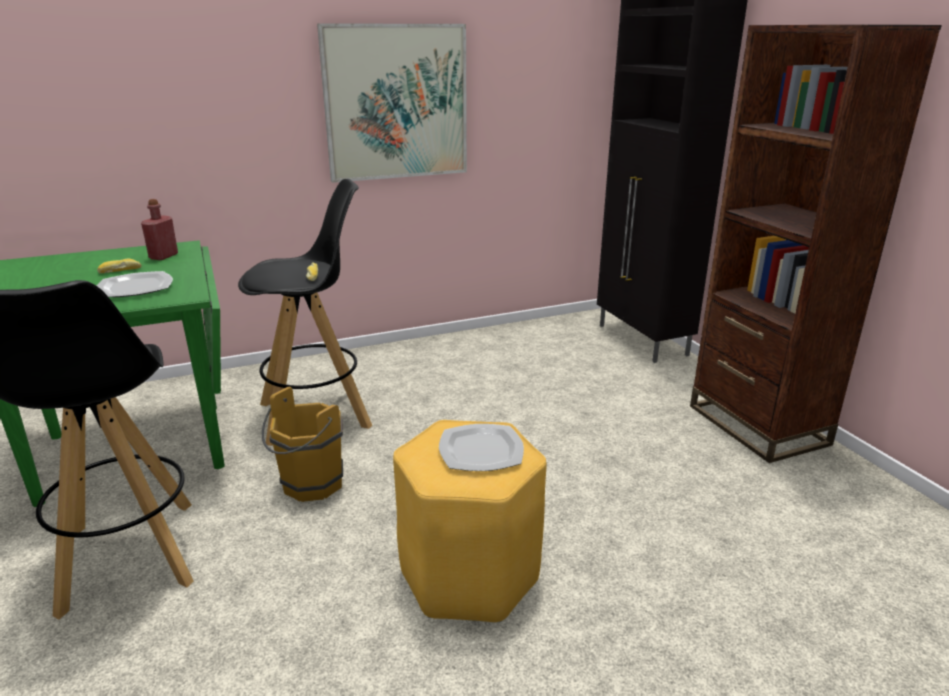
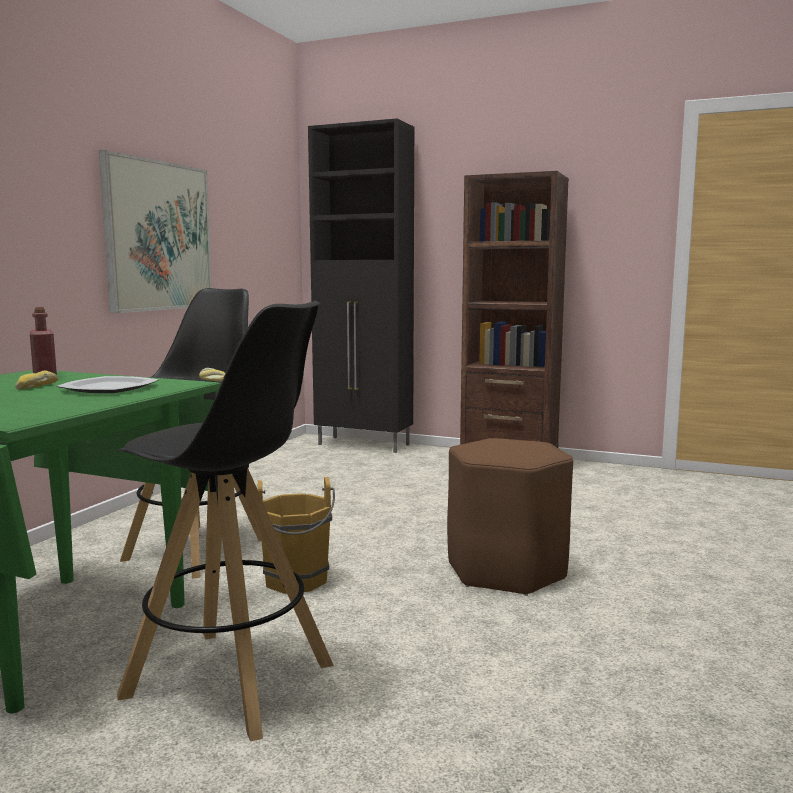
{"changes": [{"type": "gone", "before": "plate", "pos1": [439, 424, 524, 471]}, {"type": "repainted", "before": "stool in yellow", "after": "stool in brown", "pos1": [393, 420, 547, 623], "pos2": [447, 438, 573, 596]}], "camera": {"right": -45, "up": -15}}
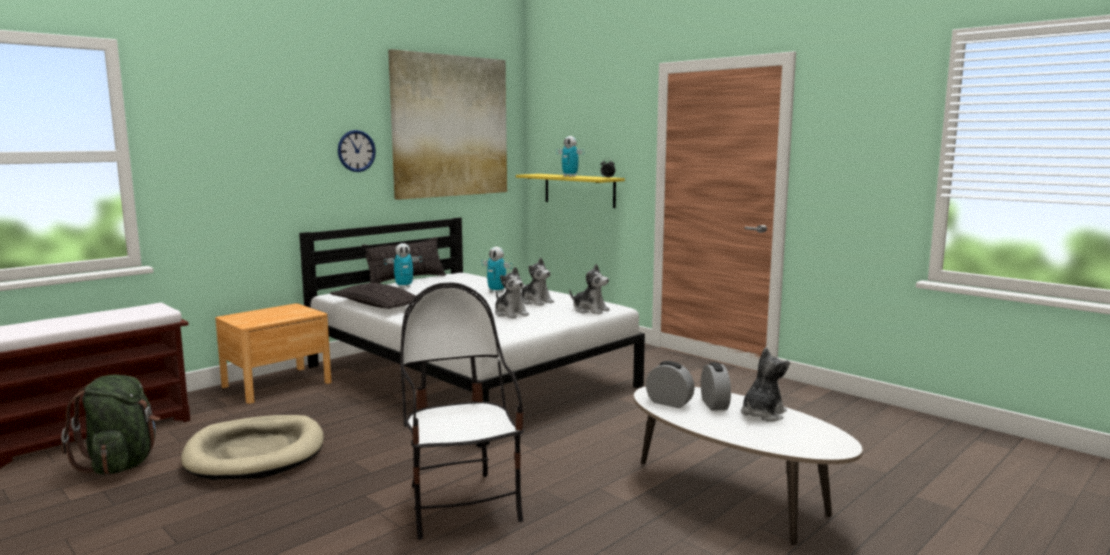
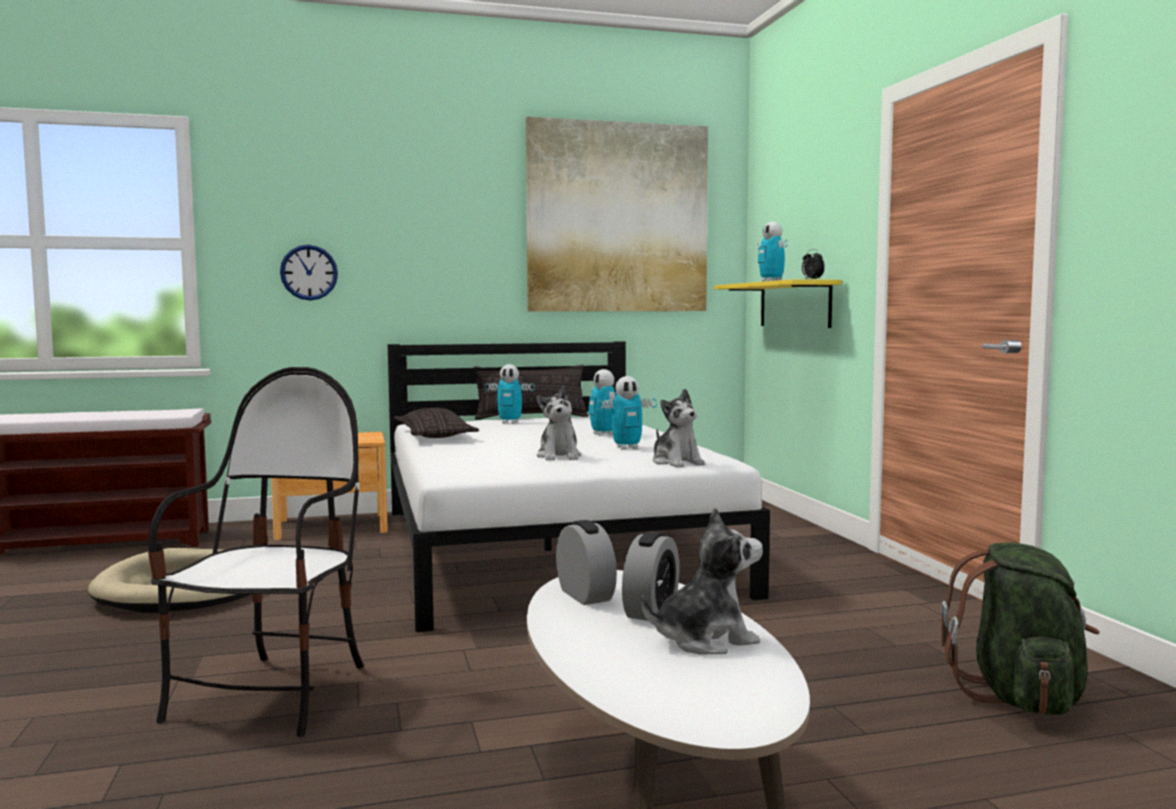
{"changes": [{"type": "shifted", "before": "backpack in green", "pos1": [61, 375, 160, 475], "pos2": [941, 542, 1100, 715]}, {"type": "shifted", "before": "wall clock", "pos1": [338, 130, 376, 172], "pos2": [280, 245, 338, 300]}, {"type": "swapped", "before": "plush toy", "after": "toy robot", "pos1": [521, 258, 554, 306], "pos2": [597, 376, 657, 450]}], "camera": {"right": 30, "up": -5}}
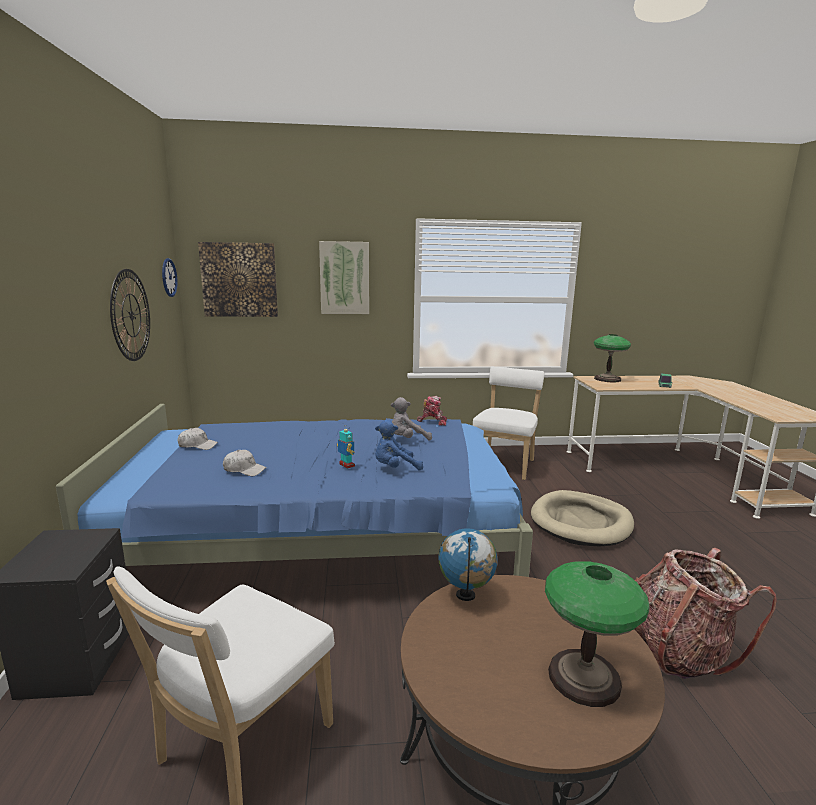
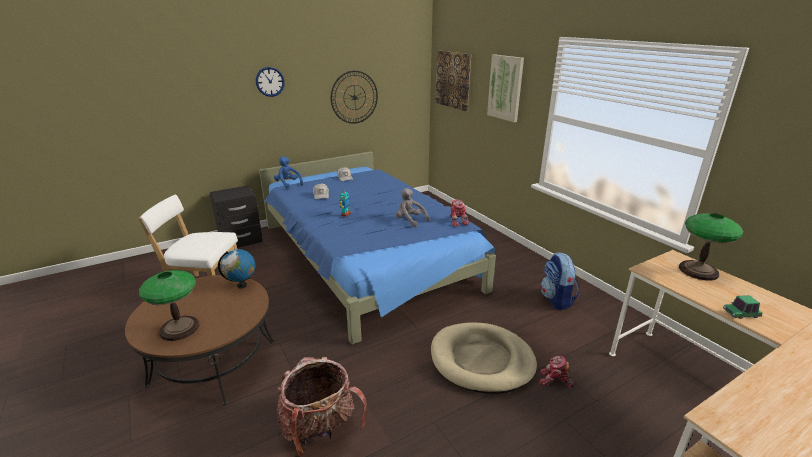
{"changes": [{"type": "new", "after": "toy robot", "pos2": [540, 356, 574, 388]}, {"type": "shifted", "before": "wall clock", "pos1": [162, 258, 178, 297], "pos2": [256, 67, 285, 97]}, {"type": "shifted", "before": "plush toy in blue", "pos1": [375, 420, 423, 470], "pos2": [274, 156, 303, 189]}, {"type": "swapped", "before": "chair in white", "after": "backpack", "pos1": [473, 366, 545, 480], "pos2": [540, 252, 580, 310]}], "camera": {"right": 65, "up": 10}}
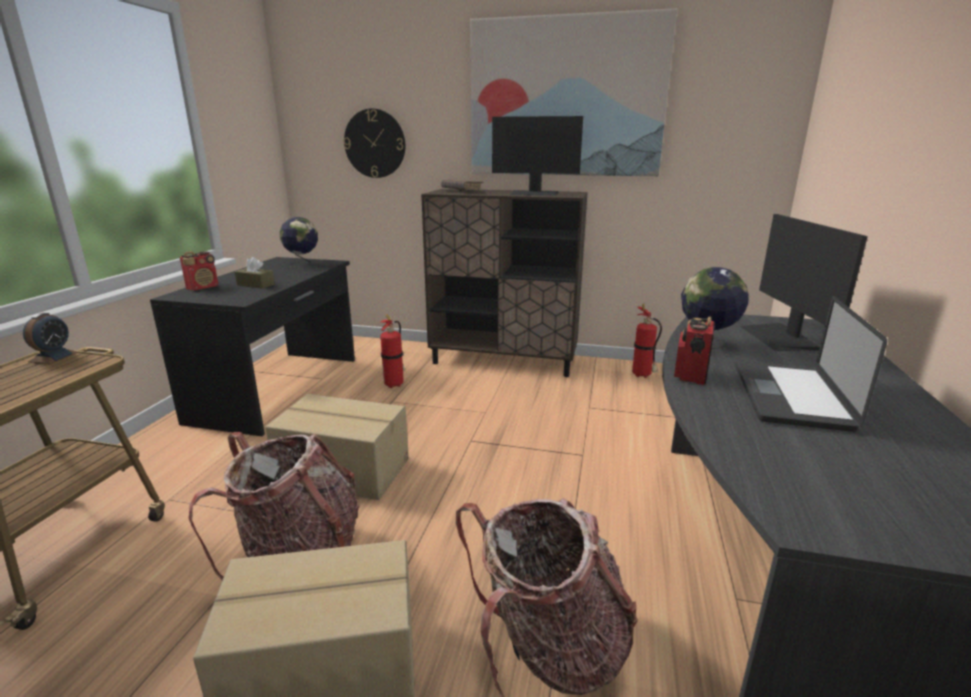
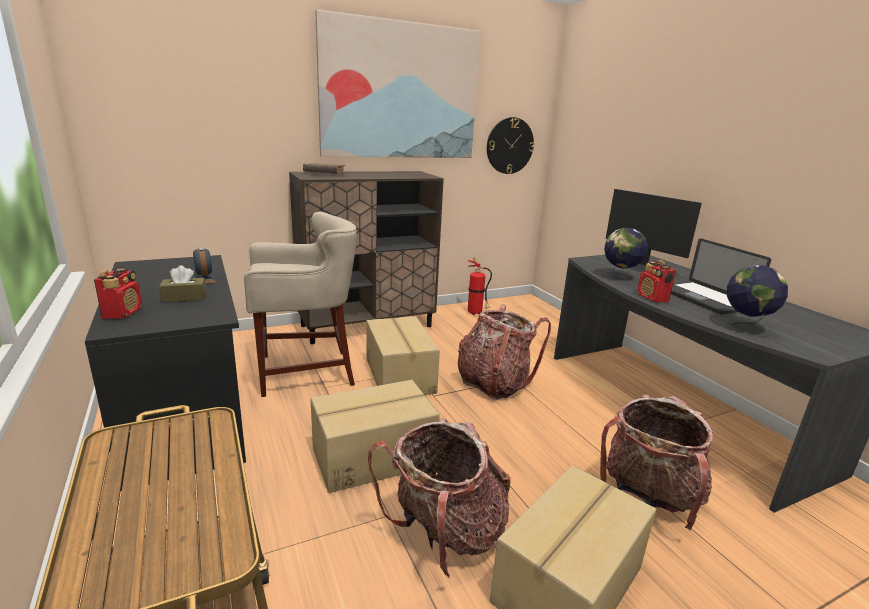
{"changes": [{"type": "gone", "before": "monitor", "pos1": [492, 116, 583, 196]}, {"type": "new", "after": "cardboard box", "pos2": [367, 316, 440, 395]}, {"type": "new", "after": "backpack", "pos2": [458, 304, 551, 400]}, {"type": "shifted", "before": "alarm clock", "pos1": [23, 313, 78, 364], "pos2": [193, 247, 216, 284]}, {"type": "shifted", "before": "globe", "pos1": [280, 217, 318, 267], "pos2": [727, 265, 788, 337]}, {"type": "shifted", "before": "wall clock", "pos1": [343, 108, 405, 178], "pos2": [487, 117, 534, 174]}, {"type": "swapped", "before": "fire extinguisher", "after": "stool in beige", "pos1": [380, 314, 405, 388], "pos2": [244, 211, 357, 397]}], "camera": {"right": -40, "up": 0}}
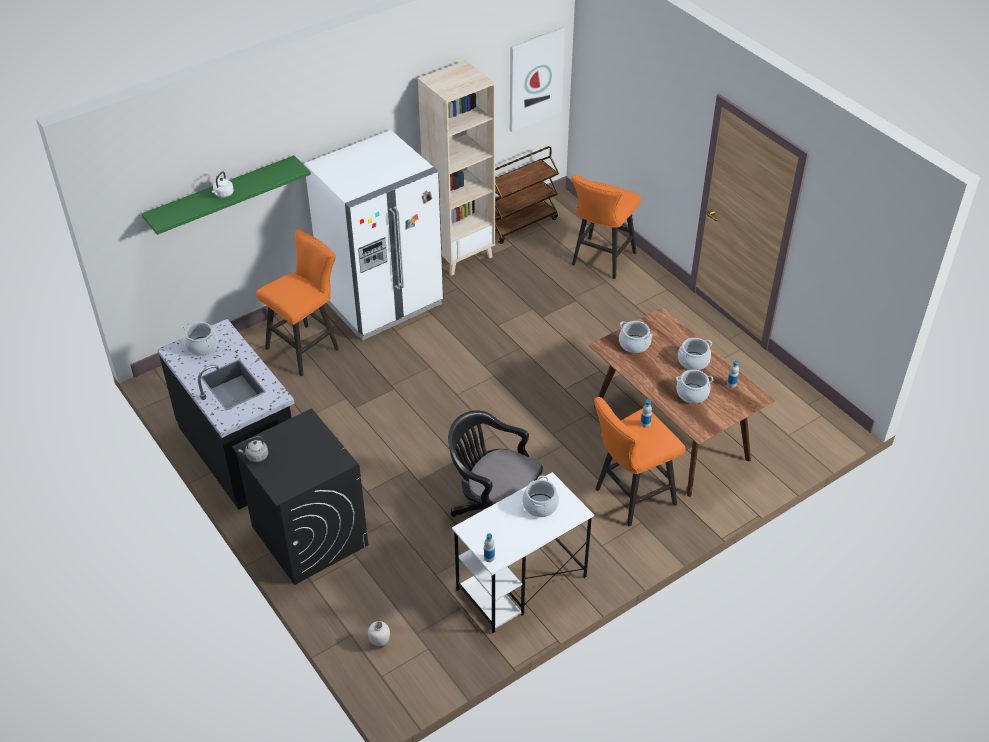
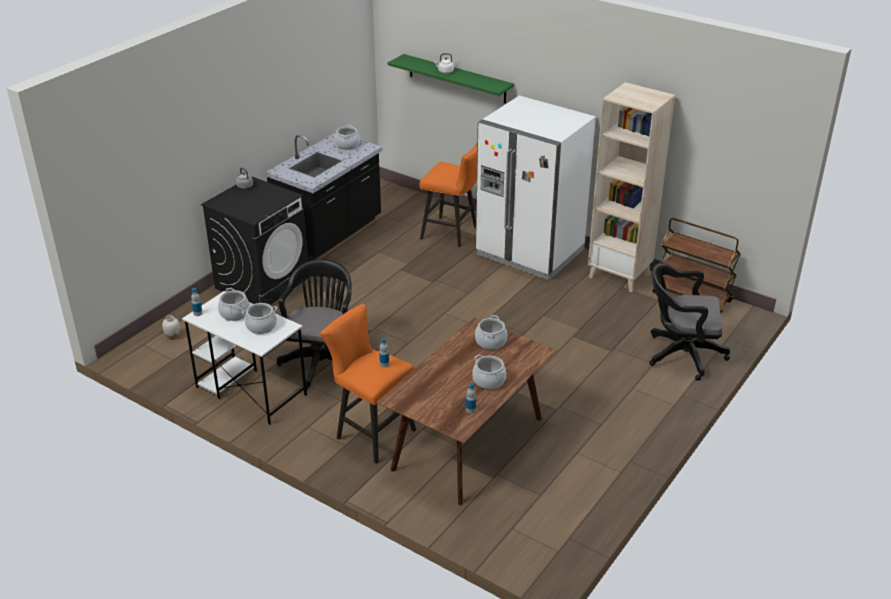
{"changes": [{"type": "gone", "before": "picture", "pos1": [510, 27, 565, 132]}, {"type": "shifted", "before": "cooking pot", "pos1": [676, 369, 713, 404], "pos2": [218, 288, 250, 321]}, {"type": "swapped", "before": "stool in orange", "after": "office chair in black", "pos1": [572, 175, 641, 279], "pos2": [649, 263, 730, 381]}], "camera": {"right": 70, "up": -10}}
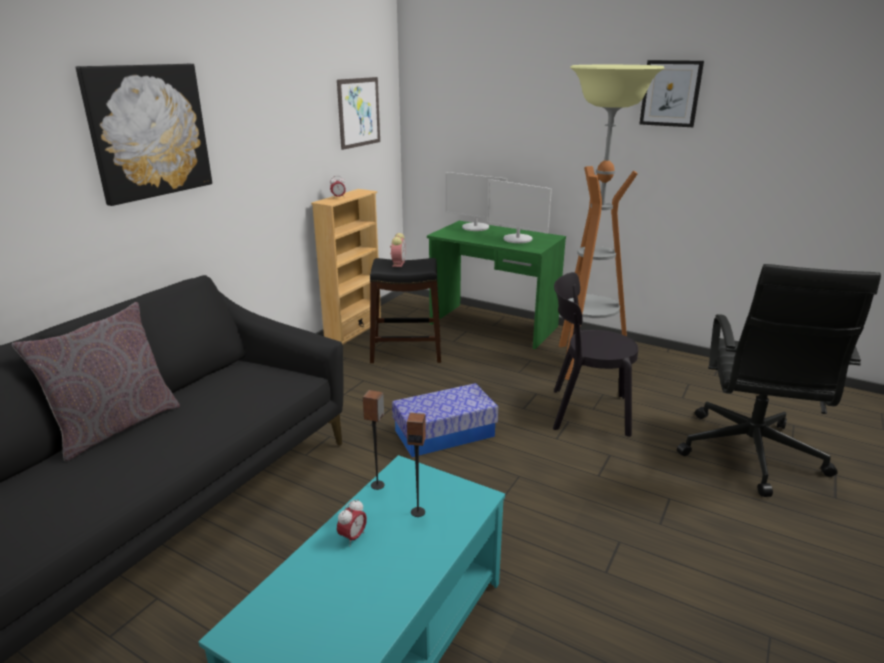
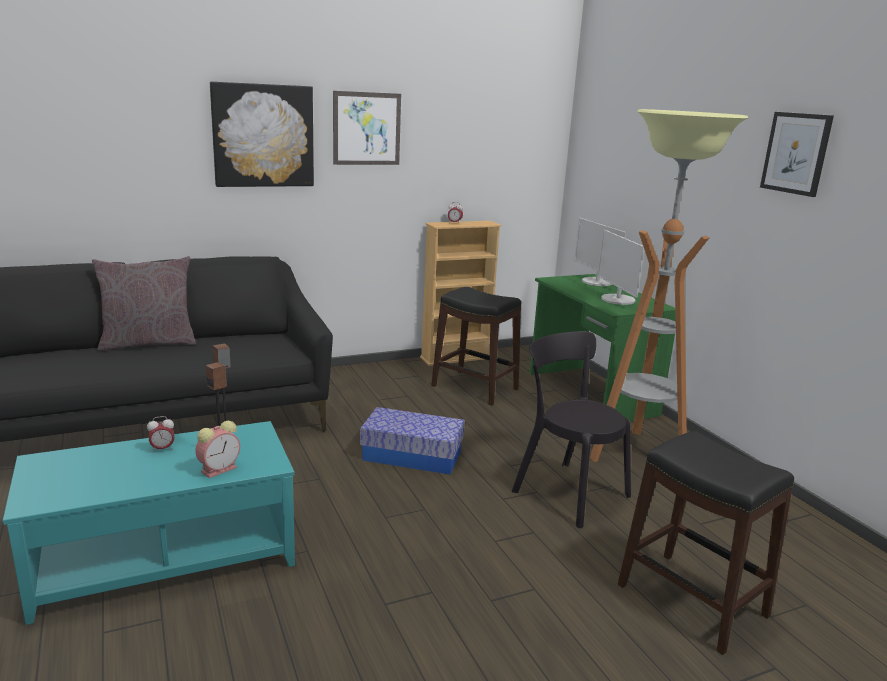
{"changes": [{"type": "shifted", "before": "picture", "pos1": [337, 77, 380, 150], "pos2": [333, 91, 401, 165]}, {"type": "shifted", "before": "alarm clock", "pos1": [390, 233, 406, 267], "pos2": [195, 421, 240, 478]}, {"type": "swapped", "before": "office chair in black", "after": "stool in black", "pos1": [677, 264, 881, 497], "pos2": [618, 431, 794, 655]}], "camera": {"right": 35, "up": -5}}
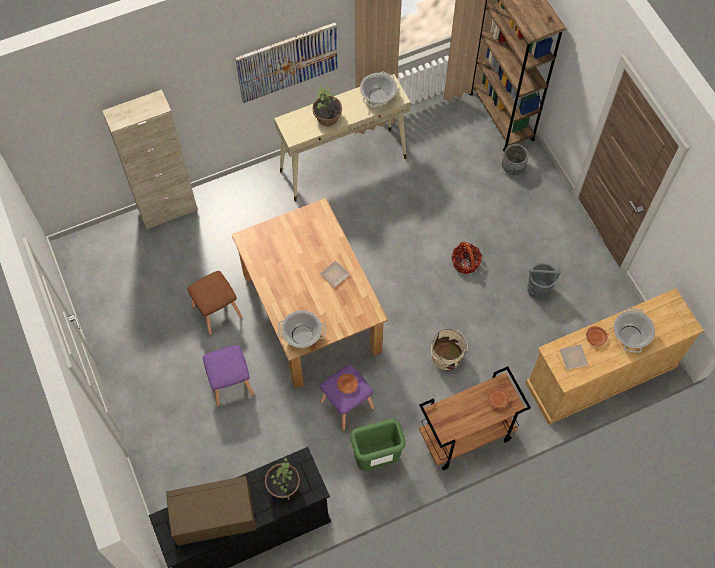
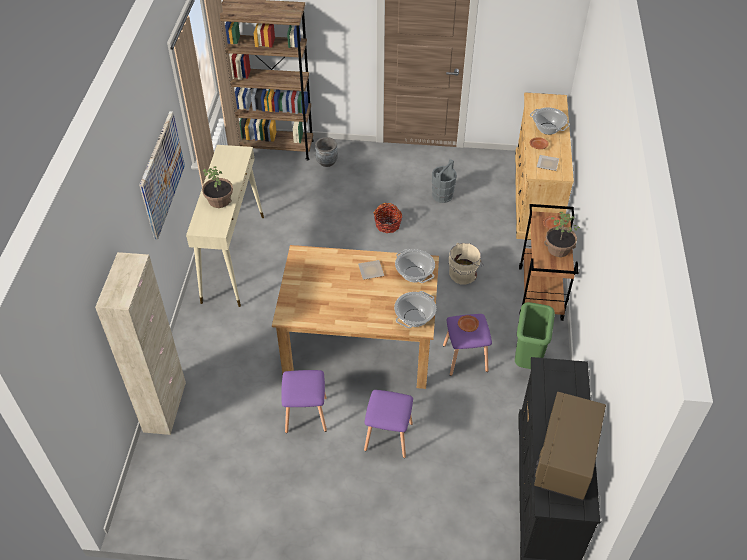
{"changes": [{"type": "shifted", "before": "potted plant", "pos1": [265, 458, 300, 500], "pos2": [544, 212, 581, 257]}, {"type": "shifted", "before": "cooking pot", "pos1": [360, 71, 397, 107], "pos2": [395, 249, 435, 283]}, {"type": "repainted", "before": "stool in brown", "after": "stool in purple", "pos1": [187, 271, 242, 335], "pos2": [281, 370, 327, 433]}], "camera": {"right": -60, "up": -15}}
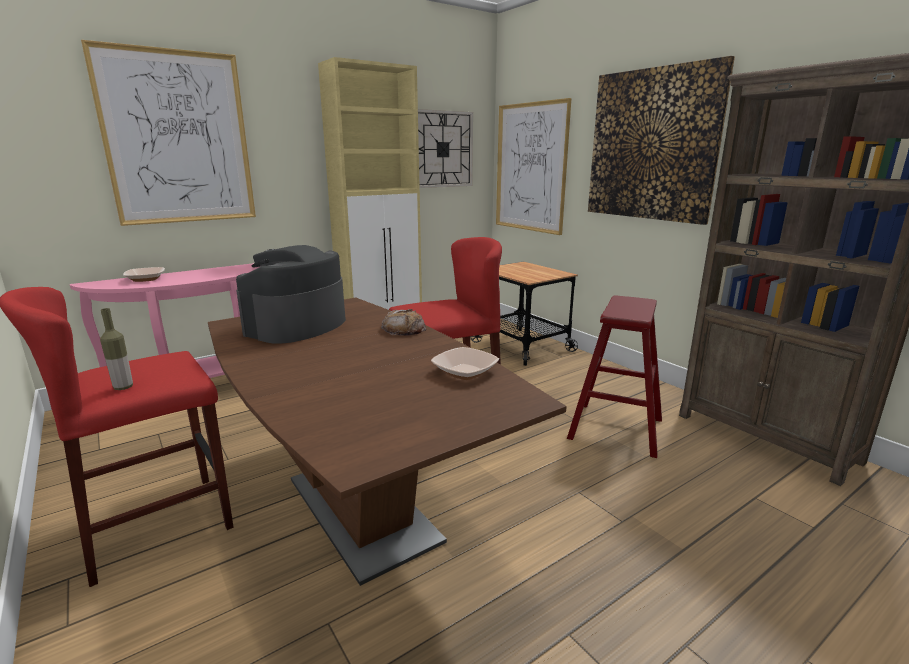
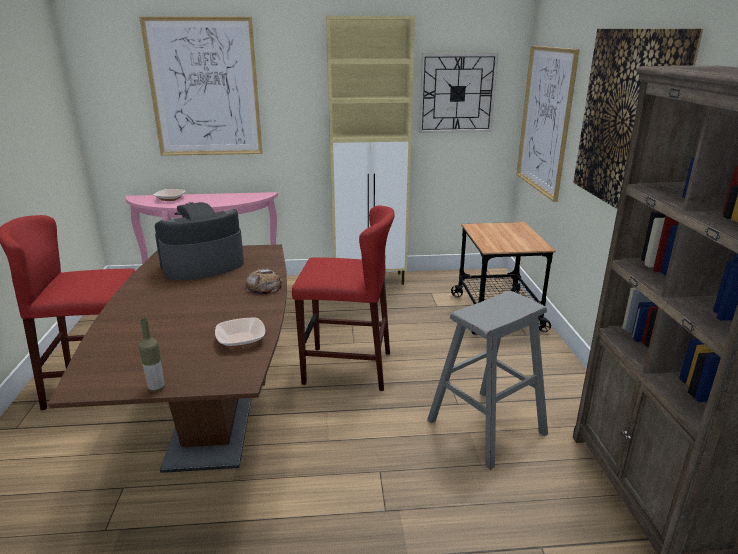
{"changes": [{"type": "shifted", "before": "bottle", "pos1": [100, 308, 133, 390], "pos2": [139, 318, 165, 392]}, {"type": "repainted", "before": "stool in red", "after": "stool in grey", "pos1": [567, 296, 662, 458], "pos2": [427, 291, 548, 470]}], "camera": {"right": 30, "up": 5}}
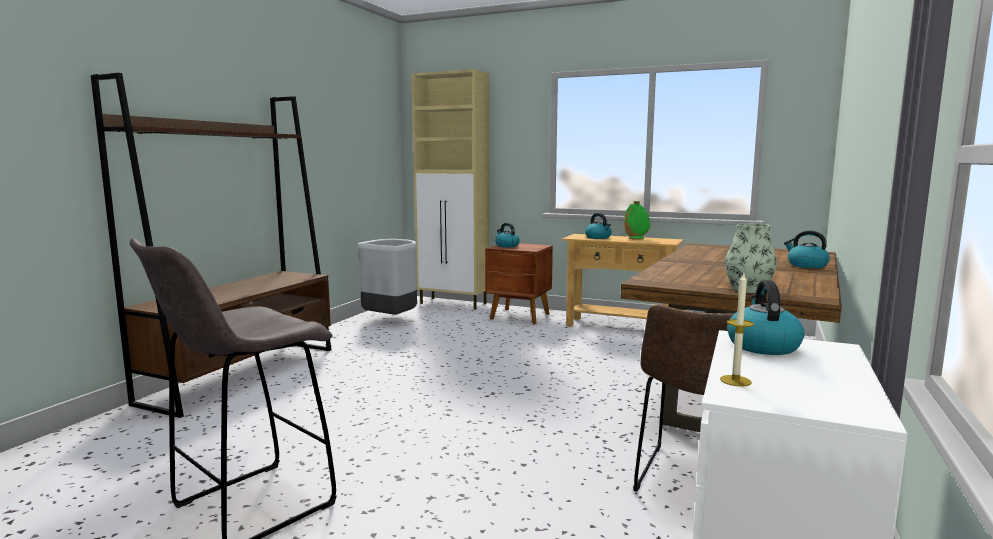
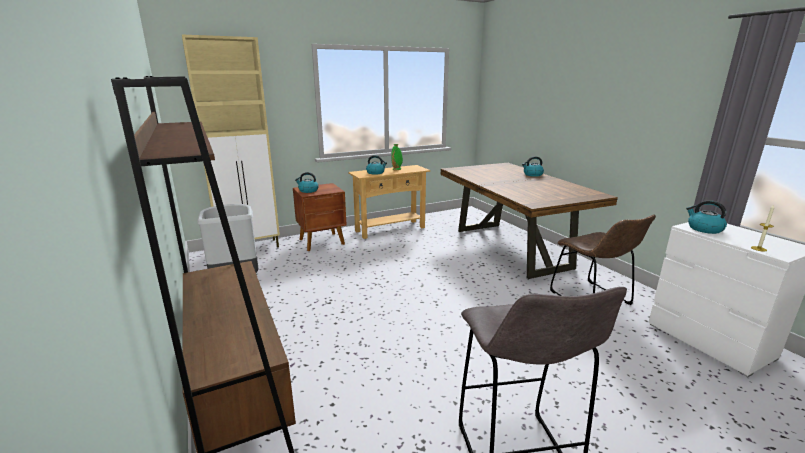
{"changes": [{"type": "gone", "before": "vase", "pos1": [725, 223, 777, 293]}], "camera": {"right": -50, "up": 10}}
